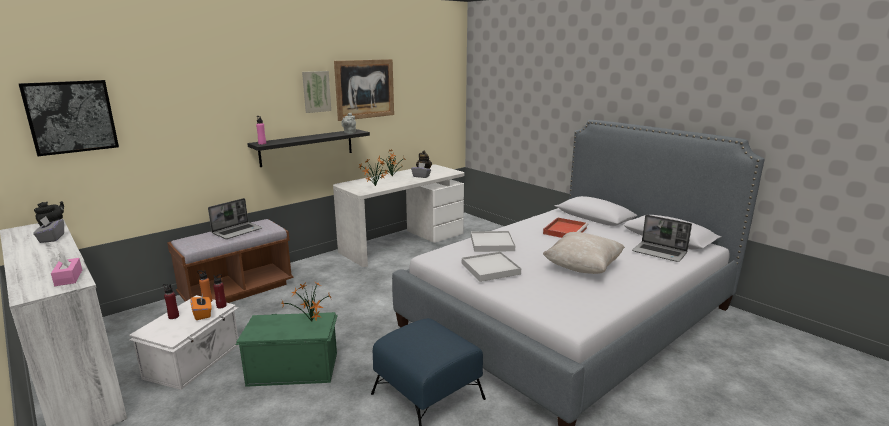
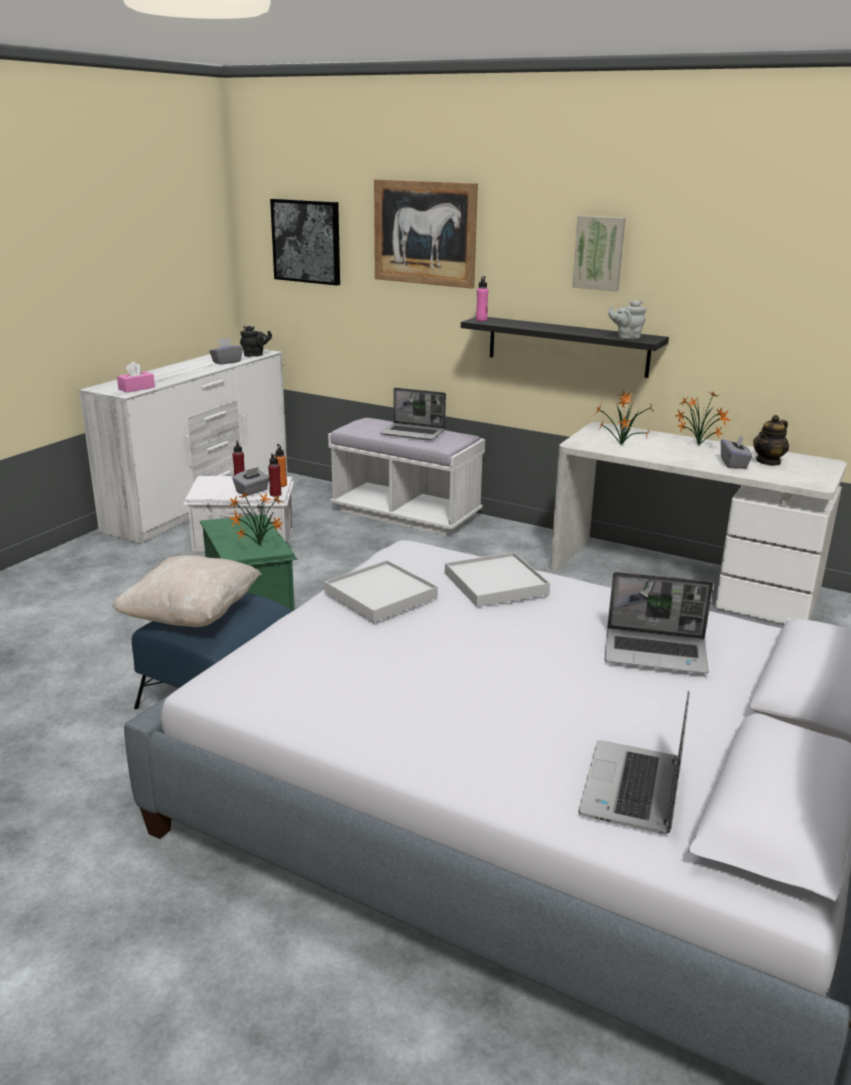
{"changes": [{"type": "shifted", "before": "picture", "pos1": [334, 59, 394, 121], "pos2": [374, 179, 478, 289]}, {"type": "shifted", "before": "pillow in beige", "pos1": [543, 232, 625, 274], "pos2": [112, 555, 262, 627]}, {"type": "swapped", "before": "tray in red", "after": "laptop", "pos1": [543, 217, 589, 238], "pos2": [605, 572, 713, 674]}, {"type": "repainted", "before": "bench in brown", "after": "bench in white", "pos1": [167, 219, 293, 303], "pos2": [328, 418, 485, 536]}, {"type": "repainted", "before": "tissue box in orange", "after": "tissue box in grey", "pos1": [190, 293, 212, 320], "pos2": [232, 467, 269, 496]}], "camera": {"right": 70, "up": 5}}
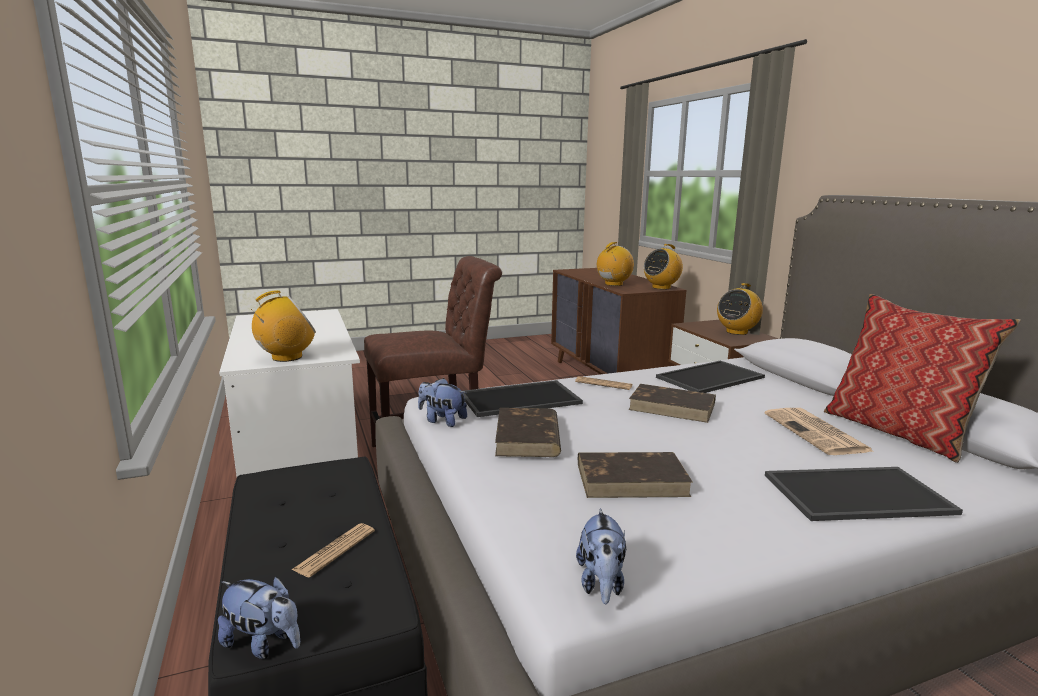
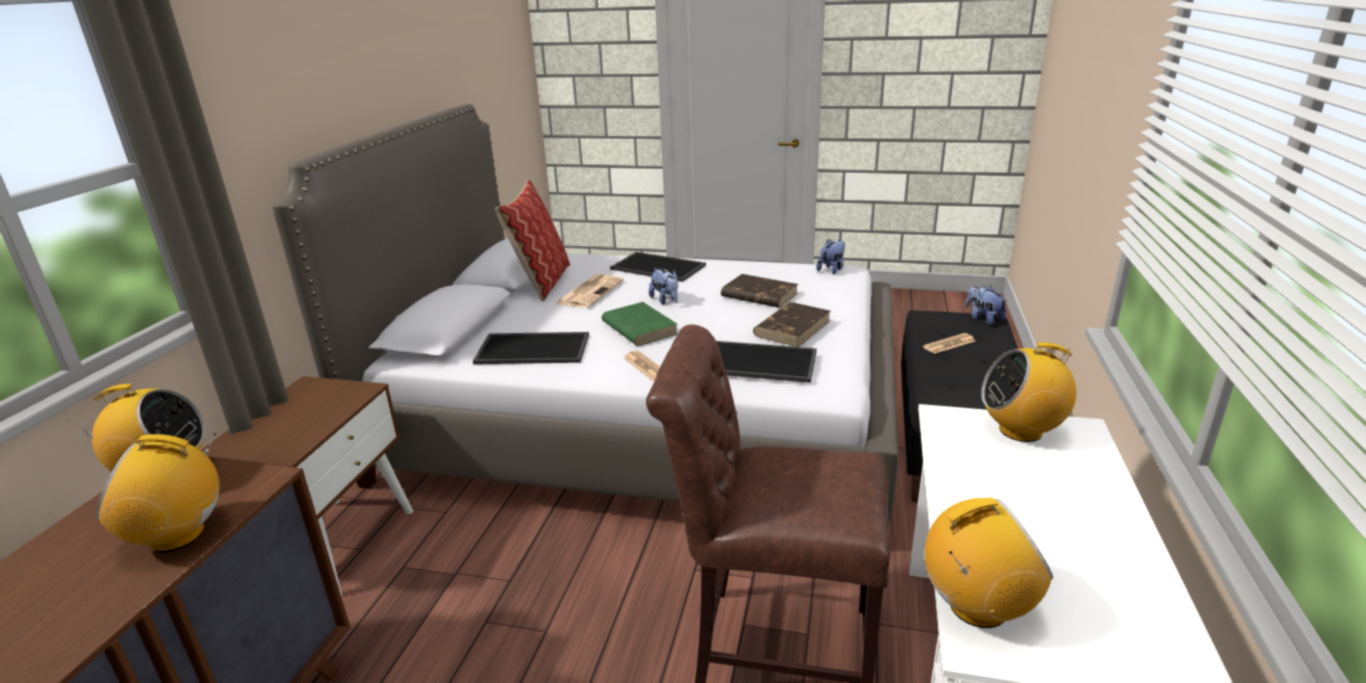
{"changes": [{"type": "shifted", "before": "plush toy", "pos1": [418, 378, 467, 427], "pos2": [649, 268, 678, 304]}, {"type": "shifted", "before": "radio", "pos1": [717, 283, 763, 335], "pos2": [925, 497, 1053, 628]}, {"type": "repainted", "before": "book in brown", "after": "book in green", "pos1": [628, 384, 716, 423], "pos2": [602, 302, 678, 346]}], "camera": {"right": -145, "up": 10}}
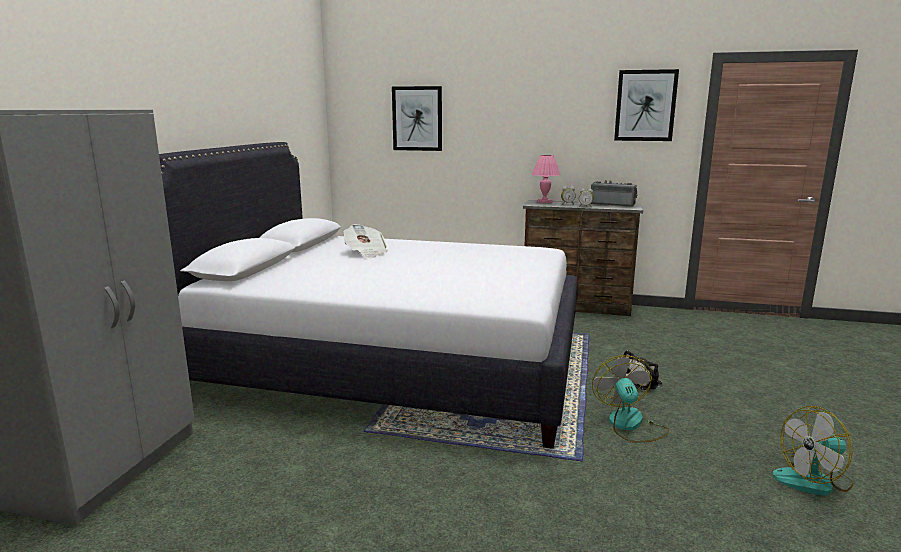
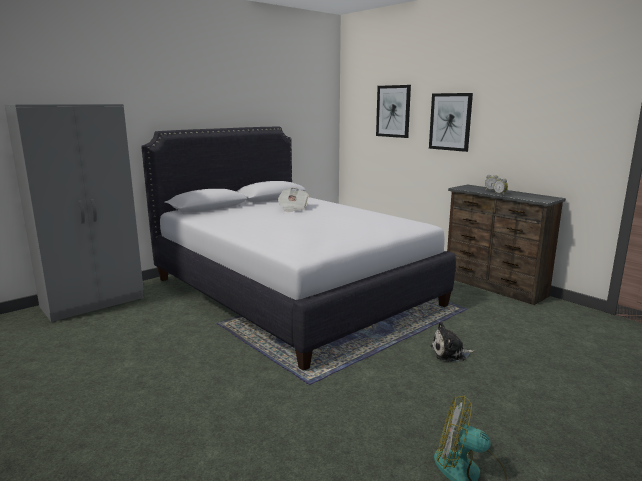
{"changes": [{"type": "gone", "before": "table lamp in pink", "pos1": [532, 155, 560, 203]}, {"type": "gone", "before": "radio", "pos1": [591, 180, 637, 207]}, {"type": "gone", "before": "fan", "pos1": [592, 355, 669, 443]}, {"type": "shifted", "before": "picture", "pos1": [614, 69, 679, 141], "pos2": [429, 93, 473, 152]}], "camera": {"right": 35, "up": 0}}
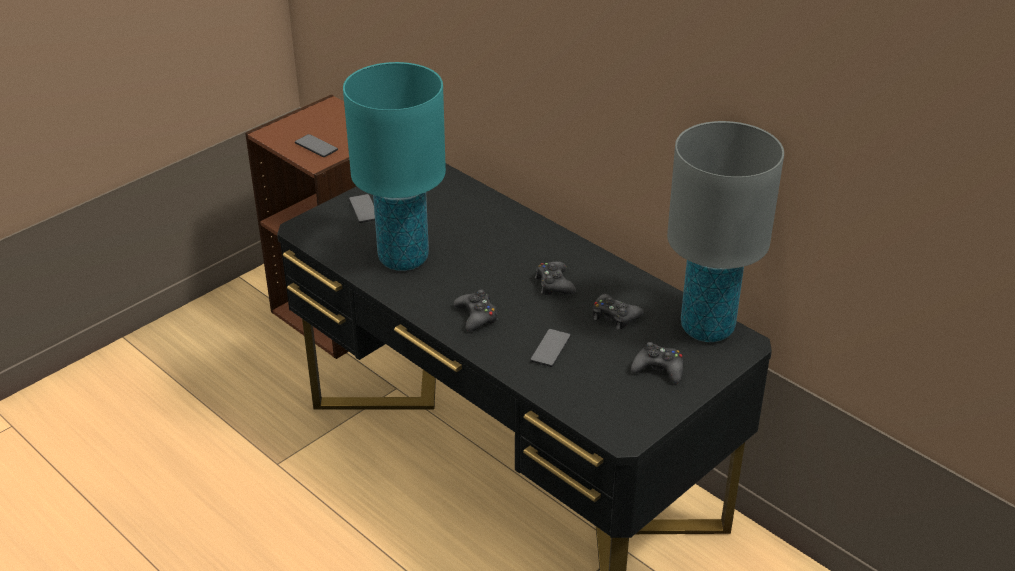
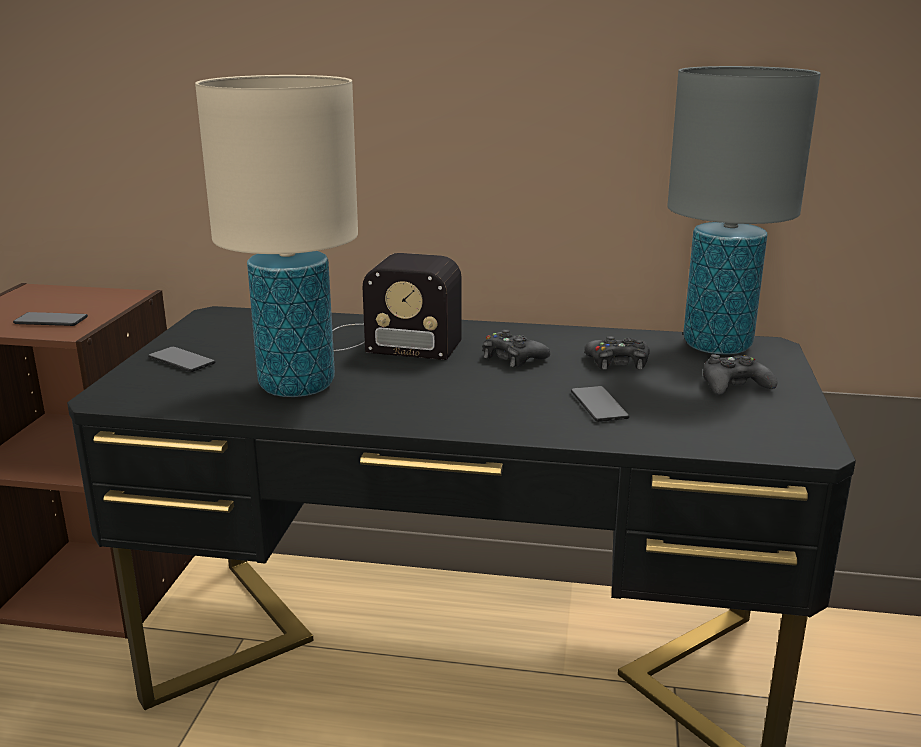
{"changes": [{"type": "gone", "before": "game controller in black", "pos1": [454, 289, 498, 331]}, {"type": "new", "after": "radio", "pos2": [332, 253, 462, 360]}, {"type": "repainted", "before": "table lamp in turquoise", "after": "table lamp in beige", "pos1": [343, 62, 446, 271], "pos2": [195, 75, 358, 397]}], "camera": {"right": -35, "up": -15}}
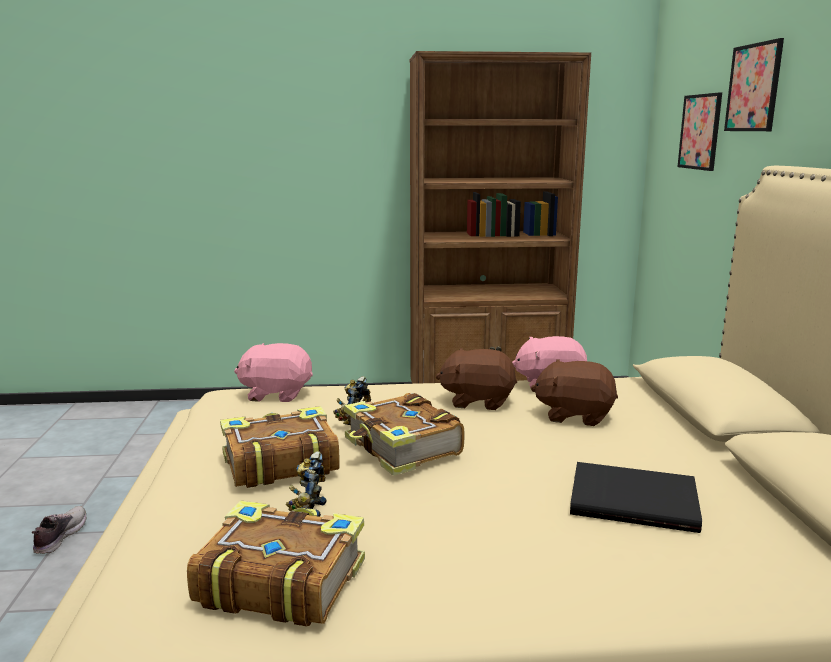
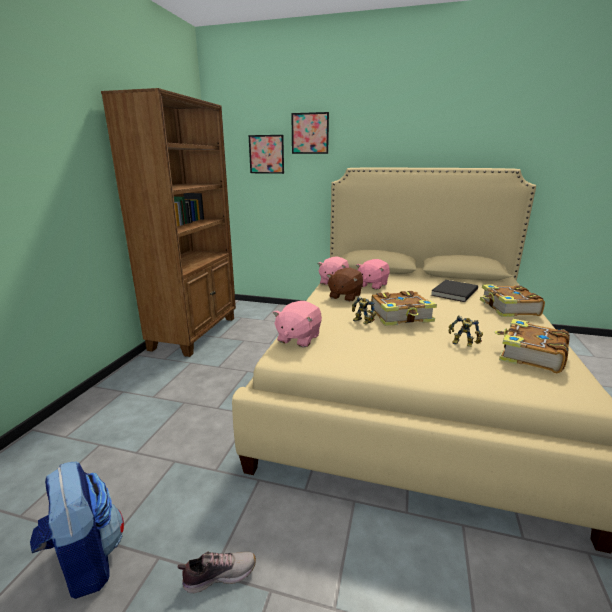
{"changes": [{"type": "new", "after": "backpack", "pos2": [30, 462, 124, 599]}, {"type": "shifted", "before": "book", "pos1": [220, 406, 340, 488], "pos2": [480, 285, 545, 317]}, {"type": "repainted", "before": "plush toy in brown", "after": "plush toy in pink", "pos1": [531, 359, 618, 426], "pos2": [356, 259, 390, 290]}, {"type": "rotated", "before": "shoe", "pos1": [32, 506, 86, 554], "pos2": [178, 551, 256, 593], "turn": 135}], "camera": {"right": -70, "up": 5}}
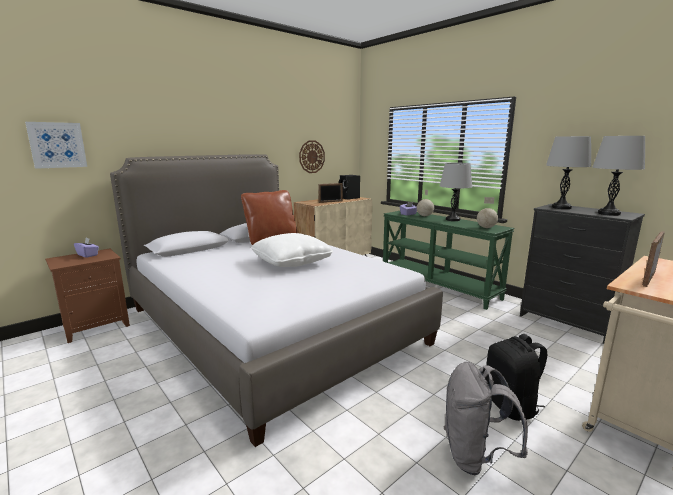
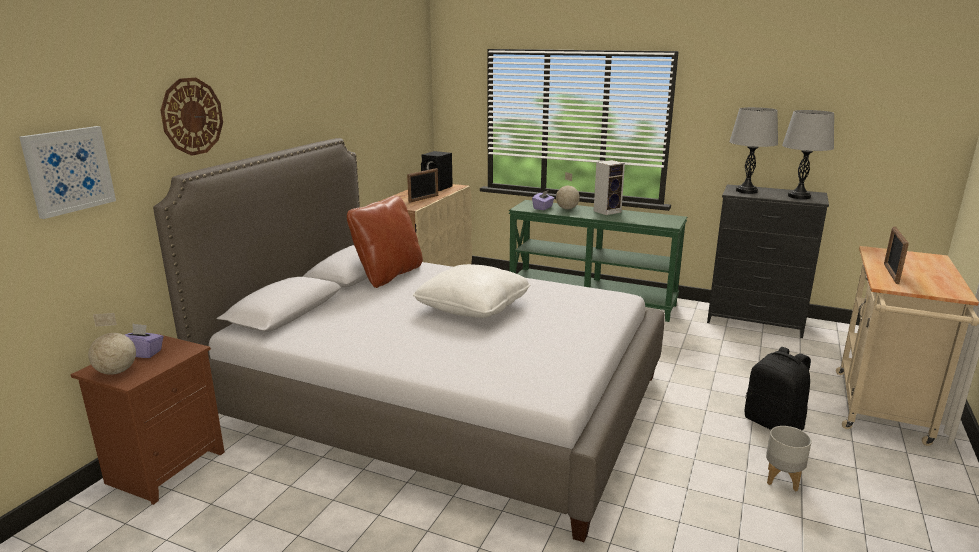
{"changes": [{"type": "shifted", "before": "wall clock", "pos1": [299, 141, 325, 173], "pos2": [160, 77, 223, 156]}, {"type": "shifted", "before": "globe", "pos1": [477, 197, 498, 228], "pos2": [88, 313, 136, 375]}, {"type": "swapped", "before": "table lamp in grey", "after": "speaker", "pos1": [440, 163, 472, 221], "pos2": [594, 160, 625, 215]}, {"type": "swapped", "before": "backpack in grey", "after": "planter in grey", "pos1": [443, 362, 528, 475], "pos2": [766, 426, 812, 491]}], "camera": {"right": -25, "up": 5}}
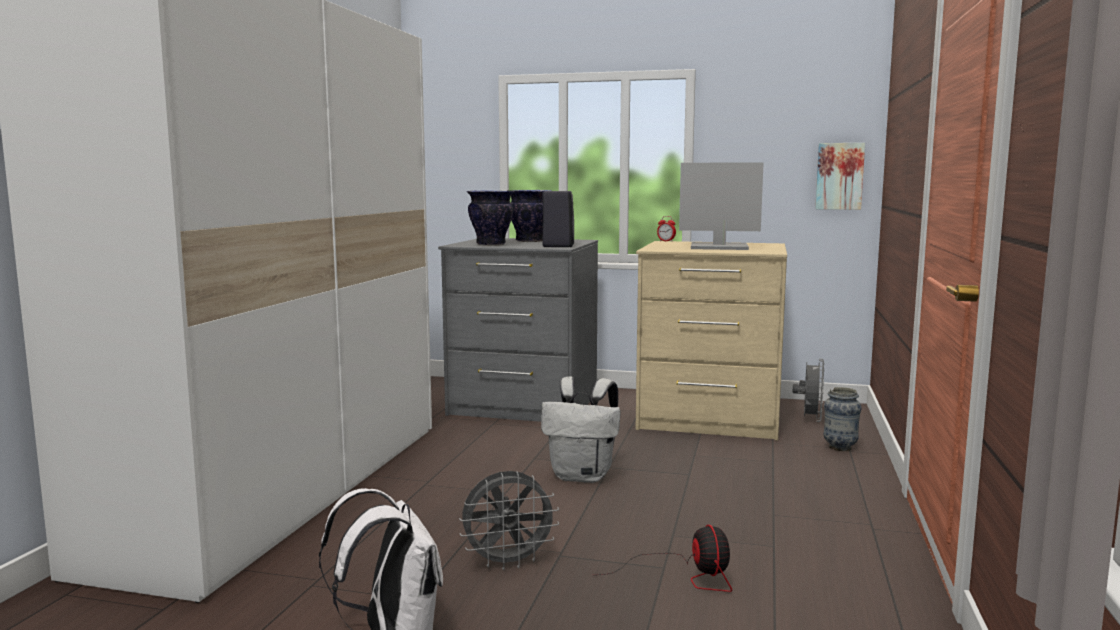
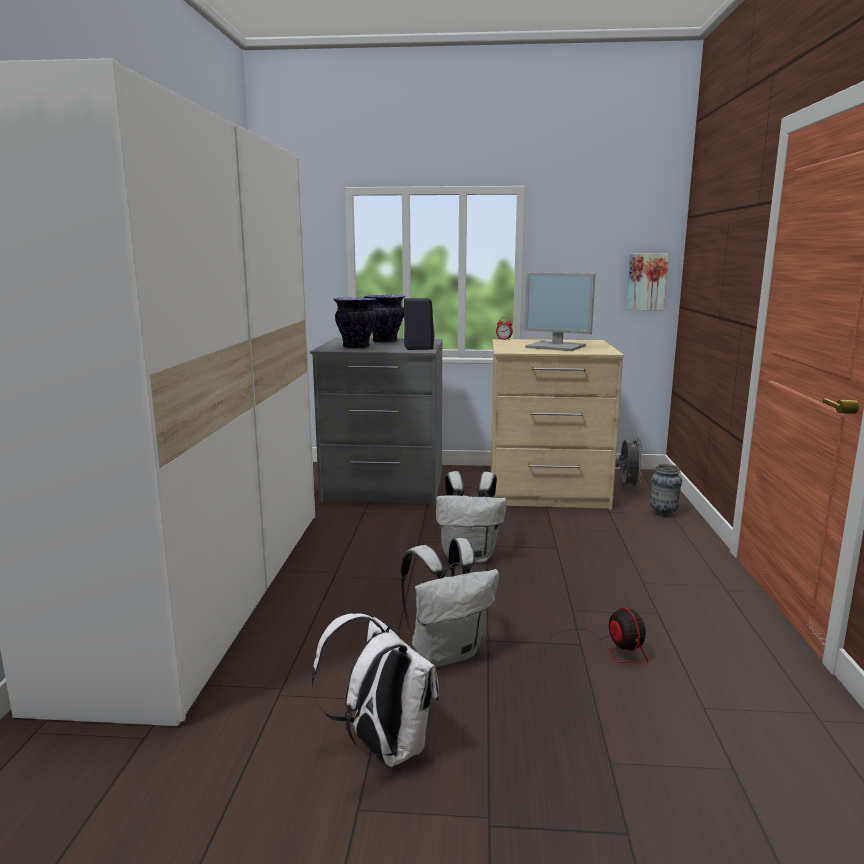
{"changes": [{"type": "swapped", "before": "fan in grey", "after": "backpack in white", "pos1": [459, 471, 559, 570], "pos2": [401, 538, 499, 667]}, {"type": "rotated", "before": "monitor", "pos1": [679, 162, 764, 250], "pos2": [525, 273, 596, 351], "turn": -150}], "camera": {"right": -10, "up": 5}}
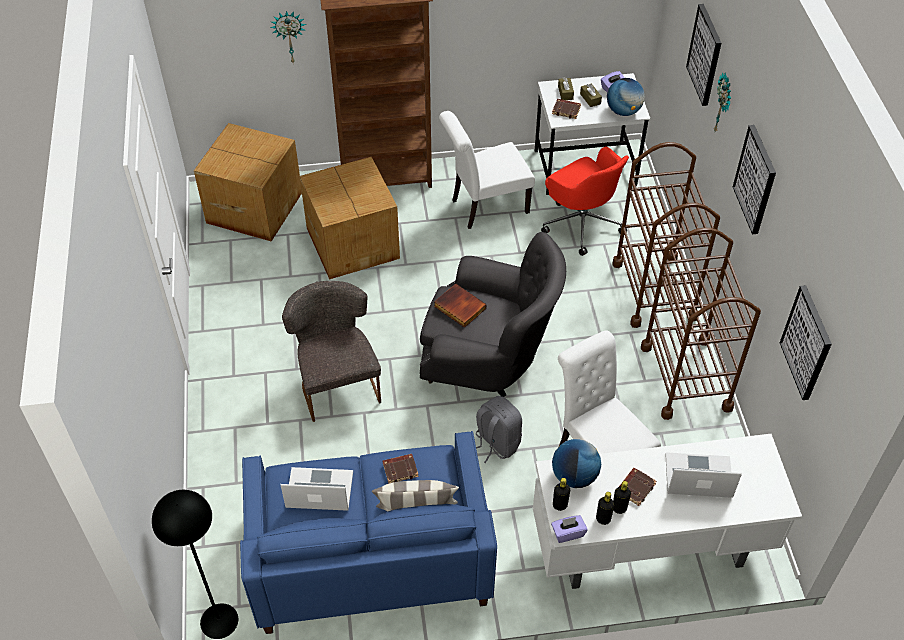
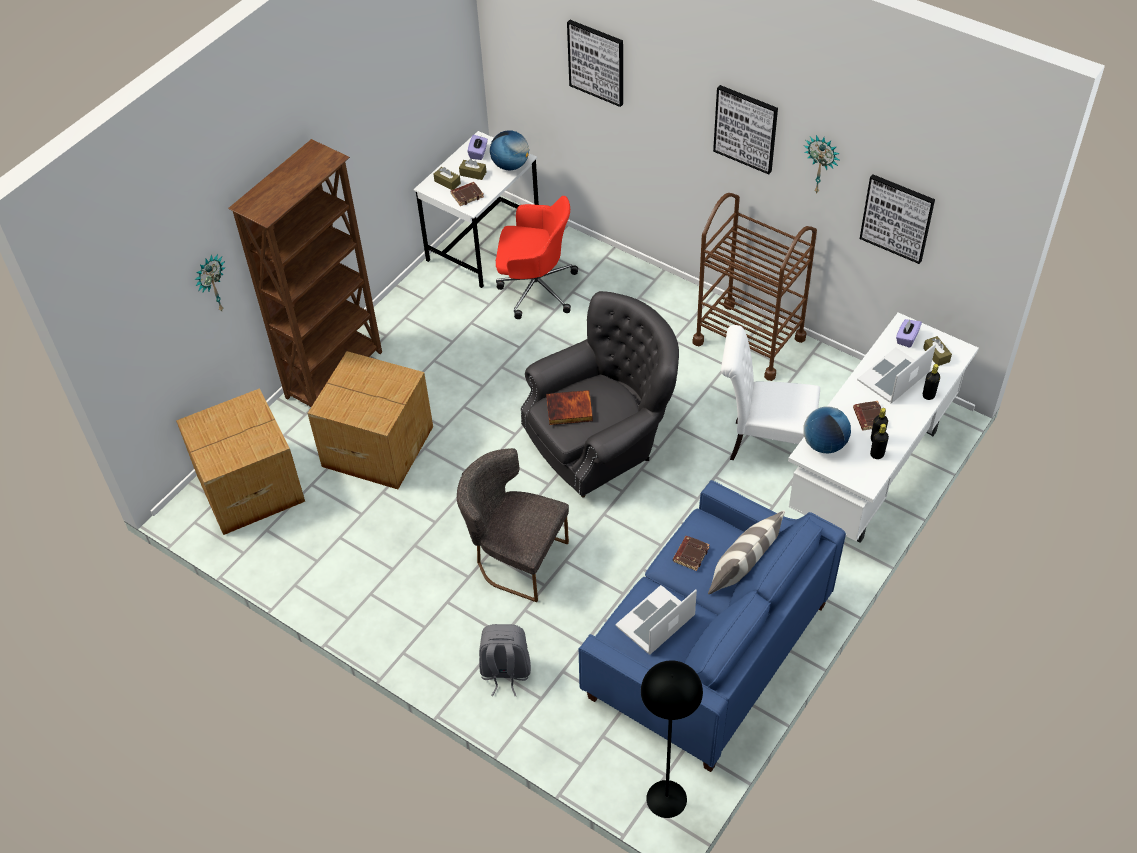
{"changes": [{"type": "gone", "before": "chair in white", "pos1": [439, 111, 535, 229]}, {"type": "gone", "before": "cart in brown", "pos1": [612, 142, 720, 328]}, {"type": "new", "after": "tissue box in brown", "pos2": [923, 336, 952, 366]}, {"type": "shifted", "before": "backpack in grey", "pos1": [476, 396, 522, 463], "pos2": [479, 624, 531, 696]}, {"type": "shifted", "before": "tissue box in purple", "pos1": [551, 515, 588, 543], "pos2": [896, 319, 922, 348]}, {"type": "shifted", "before": "bottle in black", "pos1": [553, 478, 570, 511], "pos2": [923, 364, 940, 400]}, {"type": "shifted", "before": "wall clock", "pos1": [714, 72, 731, 131], "pos2": [803, 135, 840, 194]}], "camera": {"right": -45, "up": 0}}
